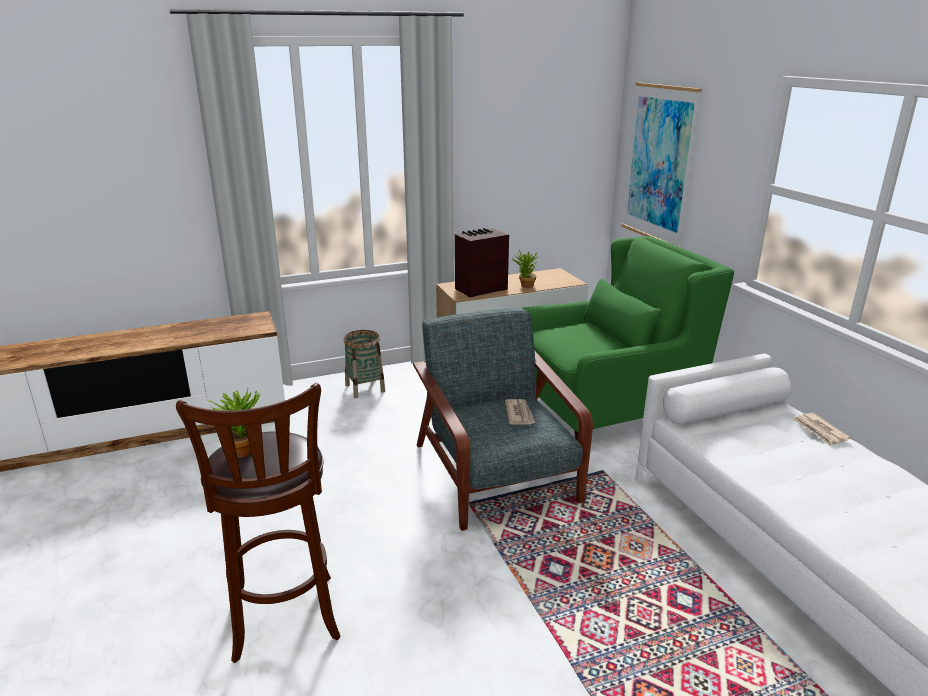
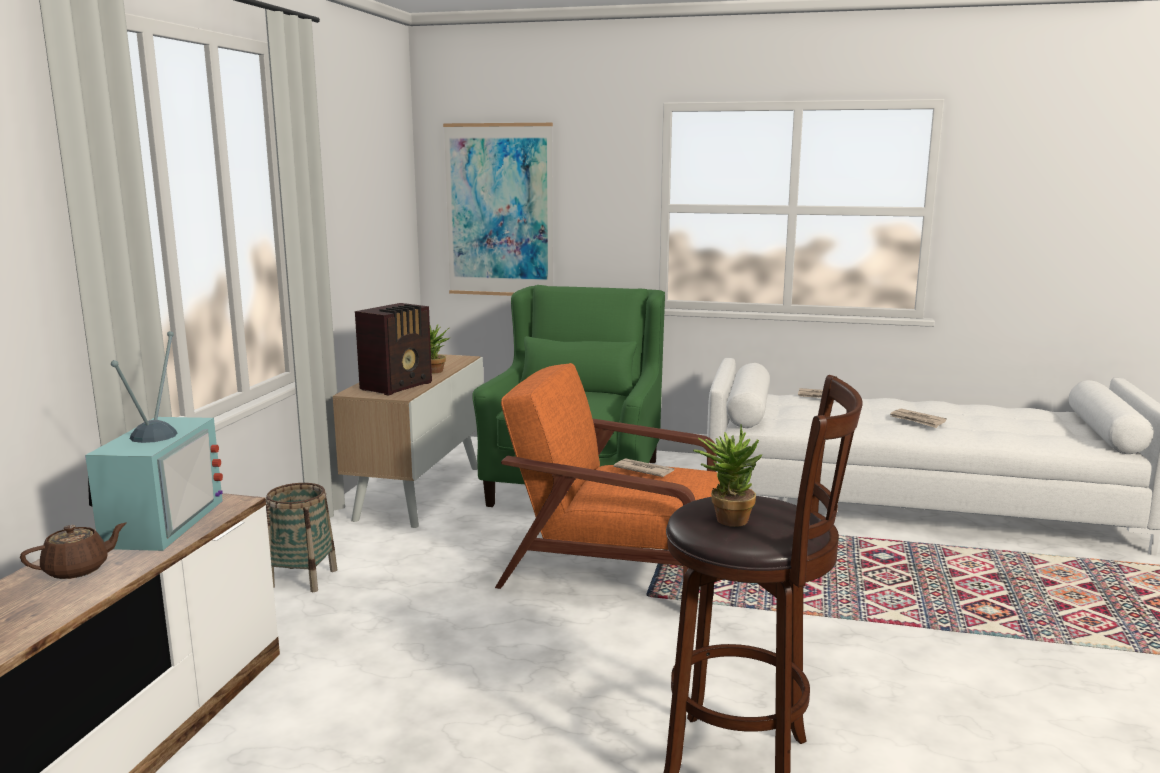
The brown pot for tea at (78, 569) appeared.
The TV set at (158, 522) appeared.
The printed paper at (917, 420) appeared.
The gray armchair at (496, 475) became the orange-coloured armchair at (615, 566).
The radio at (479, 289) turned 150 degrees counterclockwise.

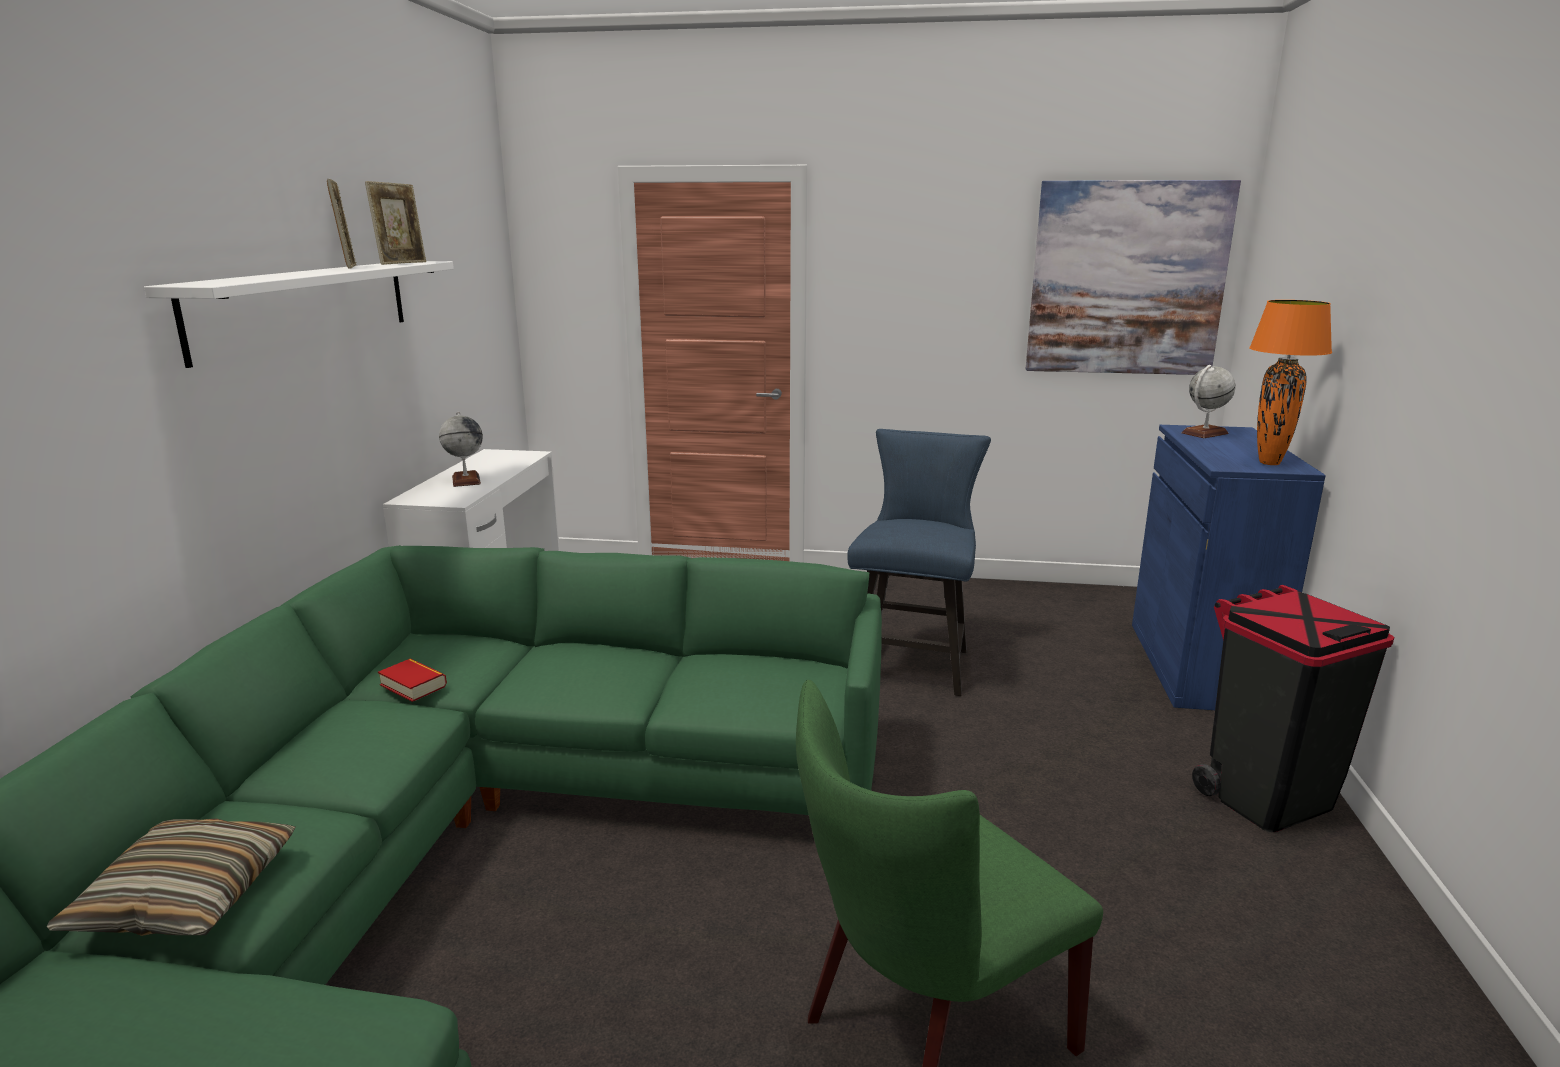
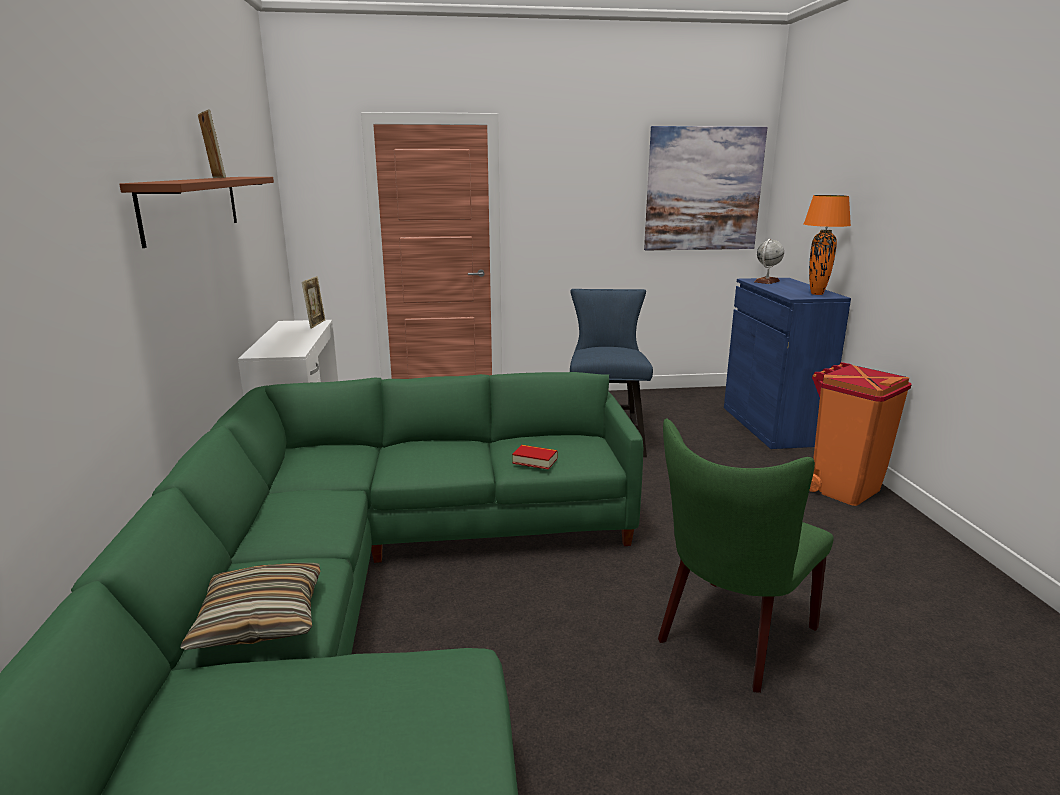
The globe at (466, 480) disappeared.
The standing frame moved from (402, 263) to (316, 324).
The volume moved from (413, 685) to (535, 461).
The white-coloured shelf at (306, 306) became the brown shelf at (193, 206).
The black-coloured waste bin at (1266, 797) became the orange-coloured waste bin at (843, 488).

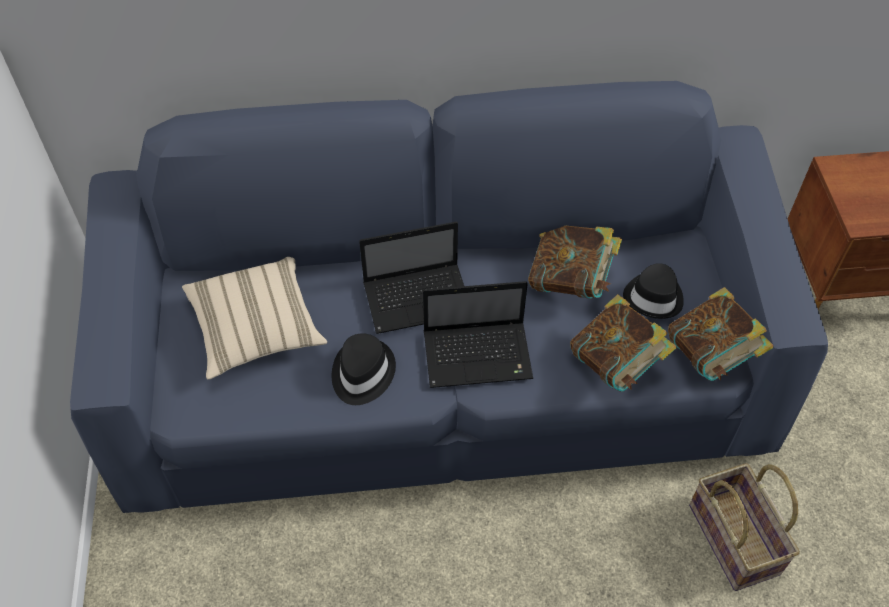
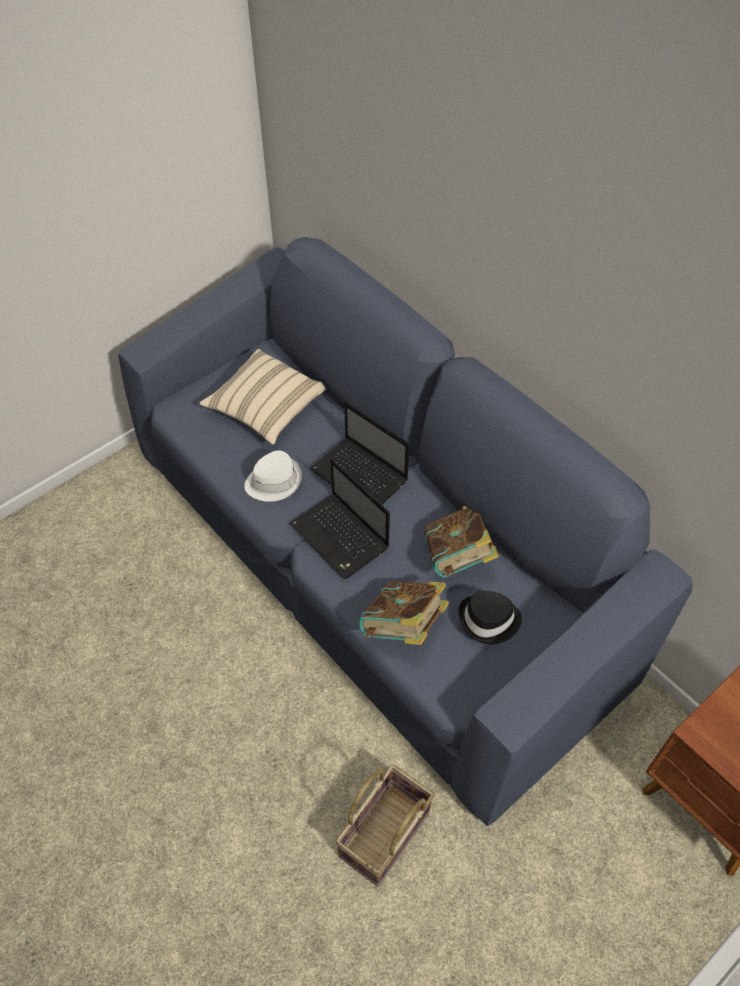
The volume at (711, 356) disappeared.
The black-coloured hat at (361, 373) became the white-coloured hat at (273, 481).

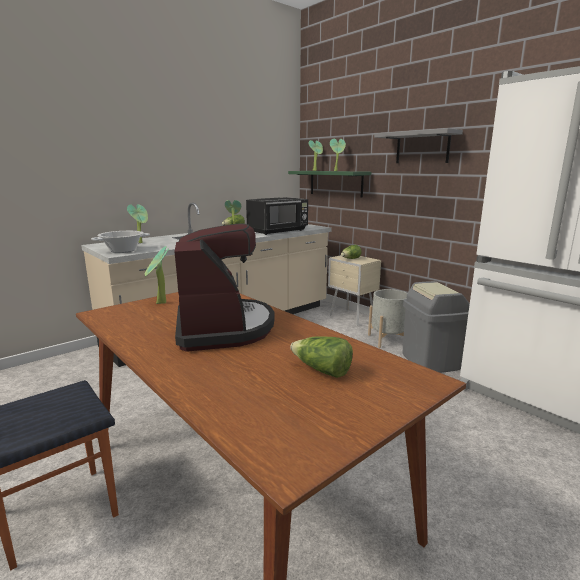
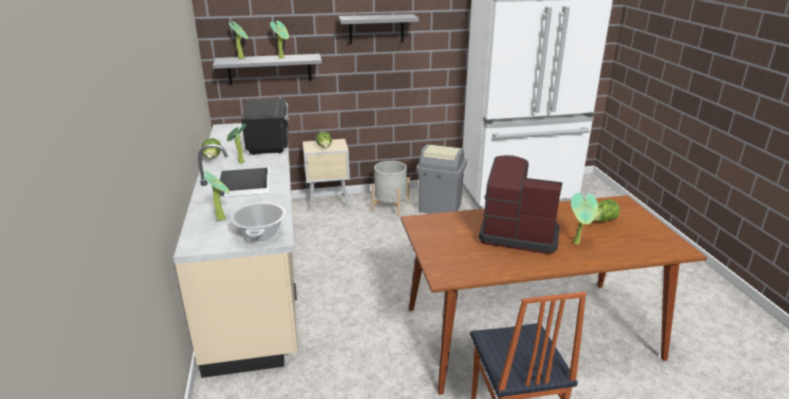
The houseplant moved from (160, 304) to (578, 243).
The green shelf at (335, 183) became the gray shelf at (269, 69).

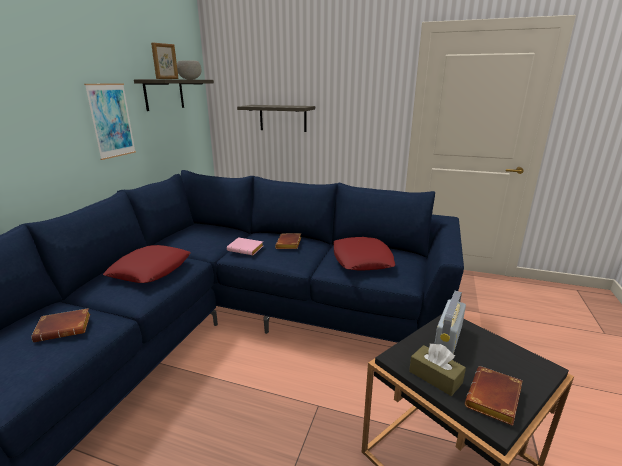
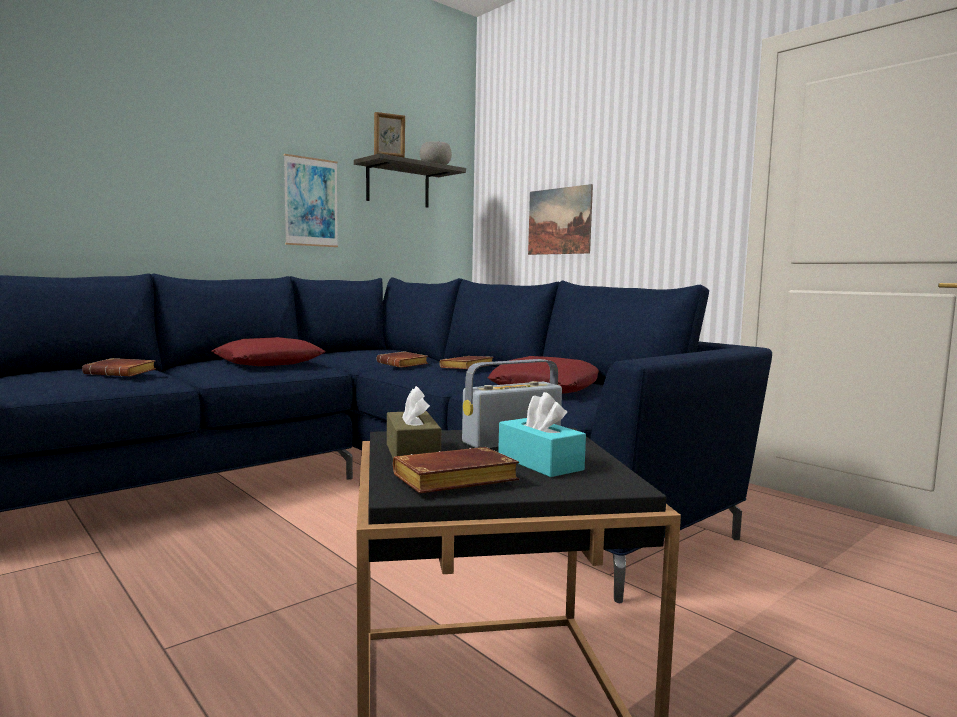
The turquoise tissue box at (540, 463) appeared.
The shelf at (283, 118) was replaced by the wall picture at (559, 221).
The pinkish volume at (246, 249) became the brown volume at (404, 365).

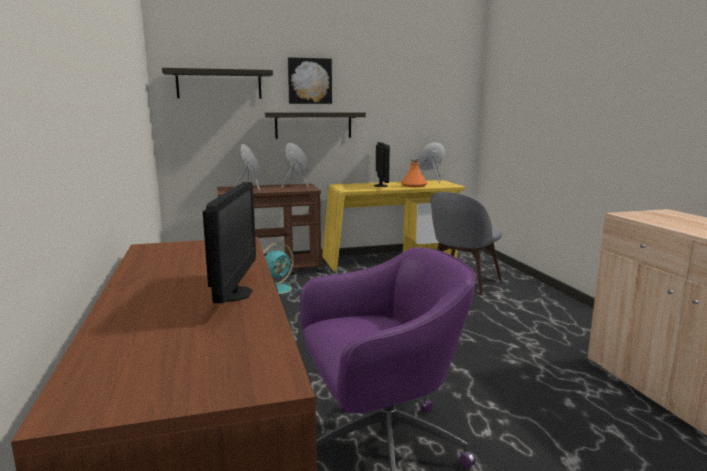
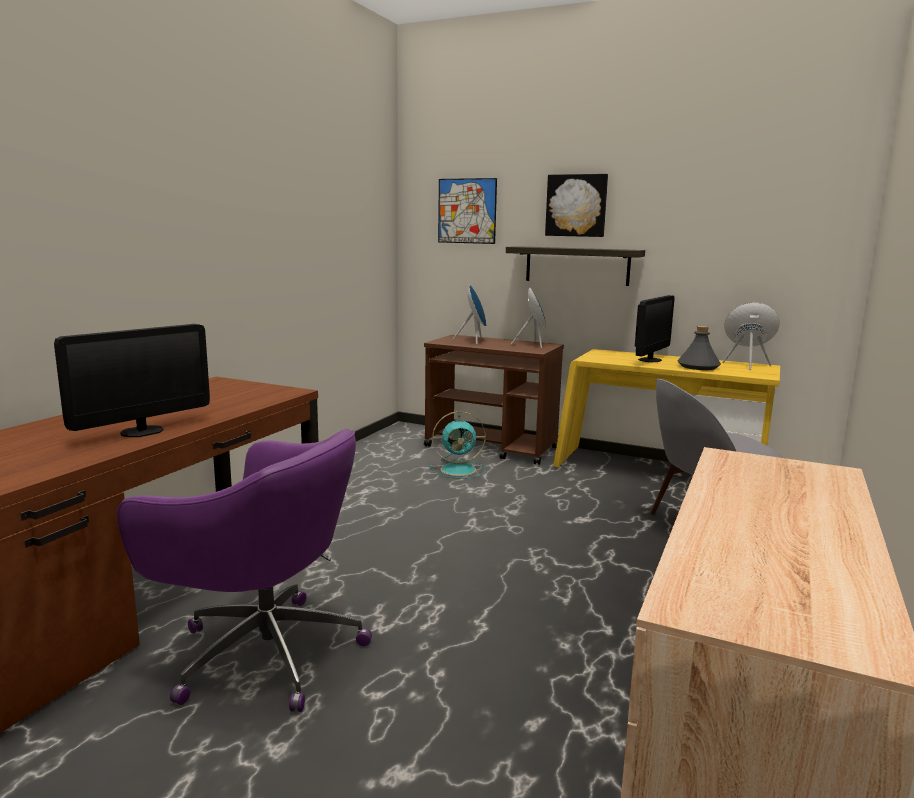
The shelf at (219, 84) was replaced by the wall picture at (467, 211).
The orange-coloured drink bottle at (413, 185) became the gray drink bottle at (698, 367).

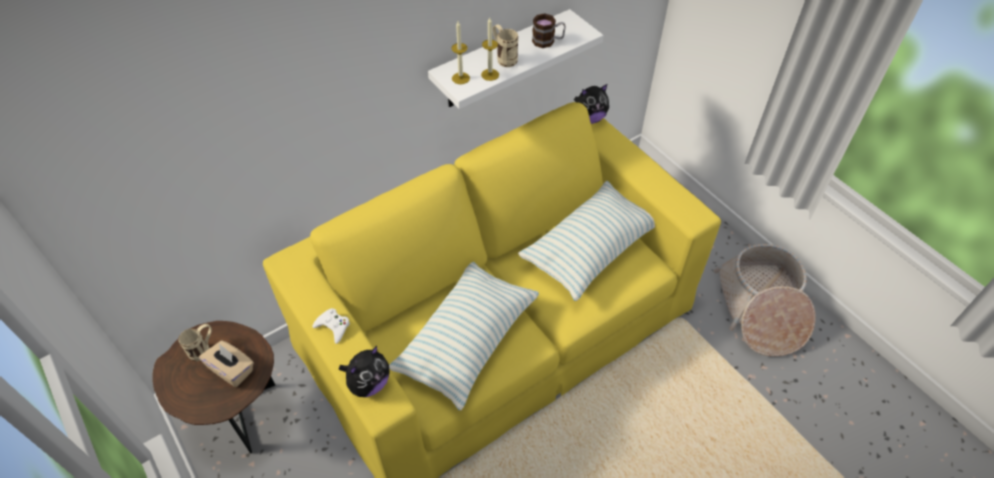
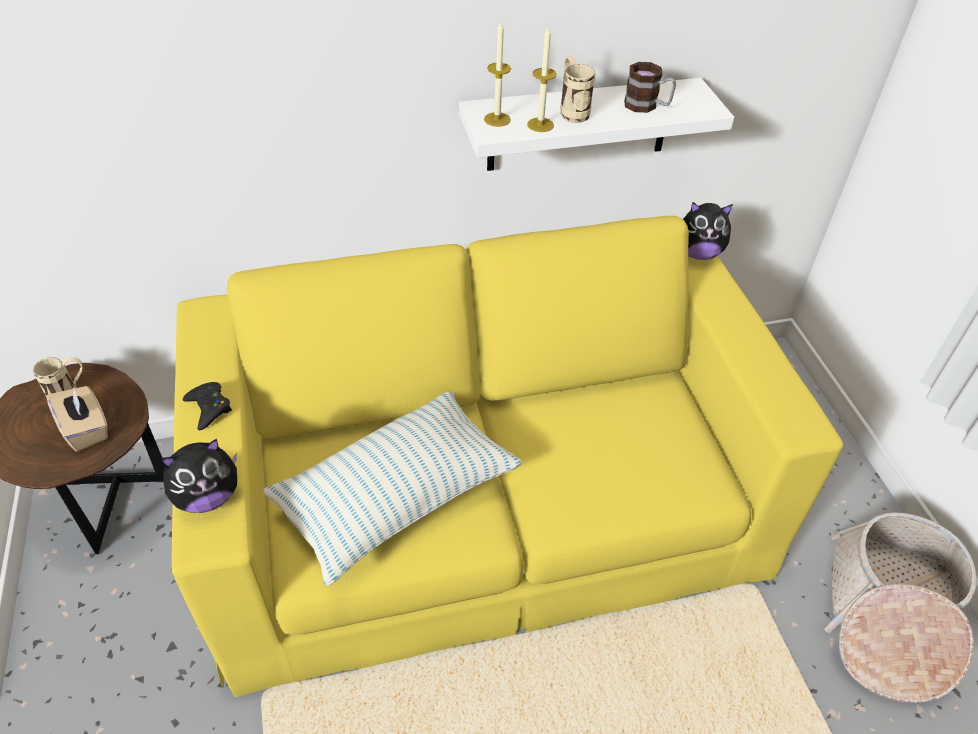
The pillow at (590, 249) disappeared.
The white-coloured joypad at (333, 327) became the black-coloured joypad at (209, 408).

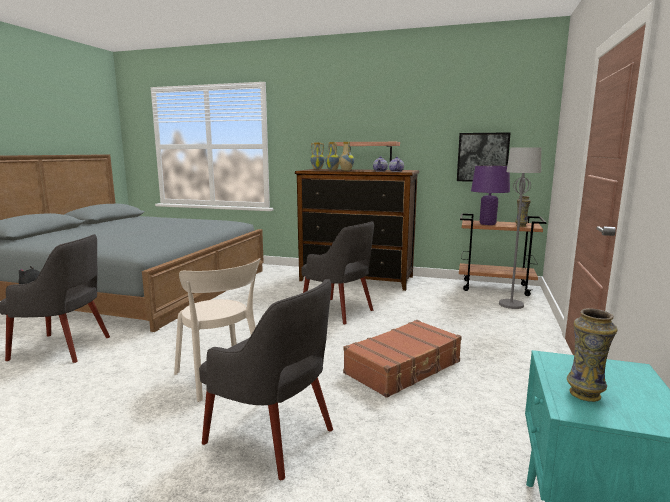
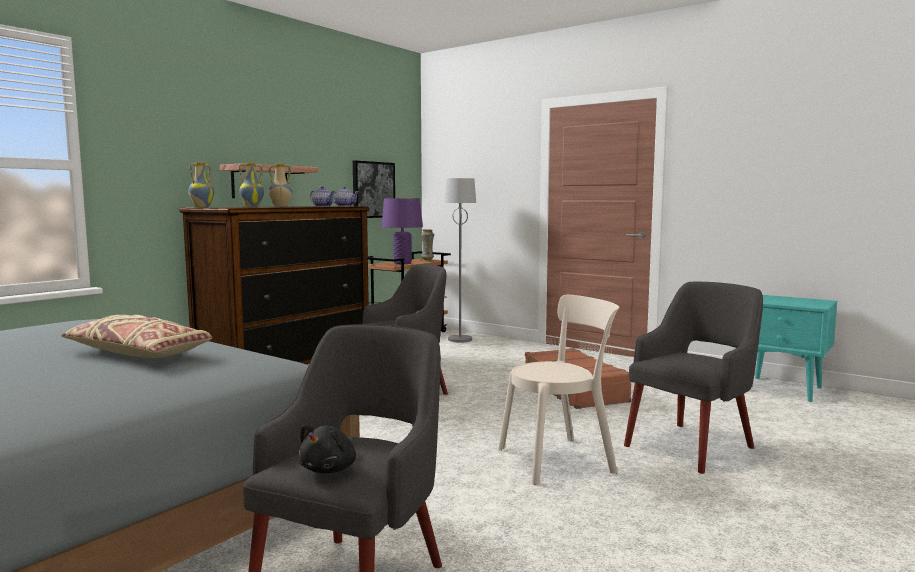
The flower vase at (585, 394) disappeared.
The beige pillow at (138, 354) appeared.

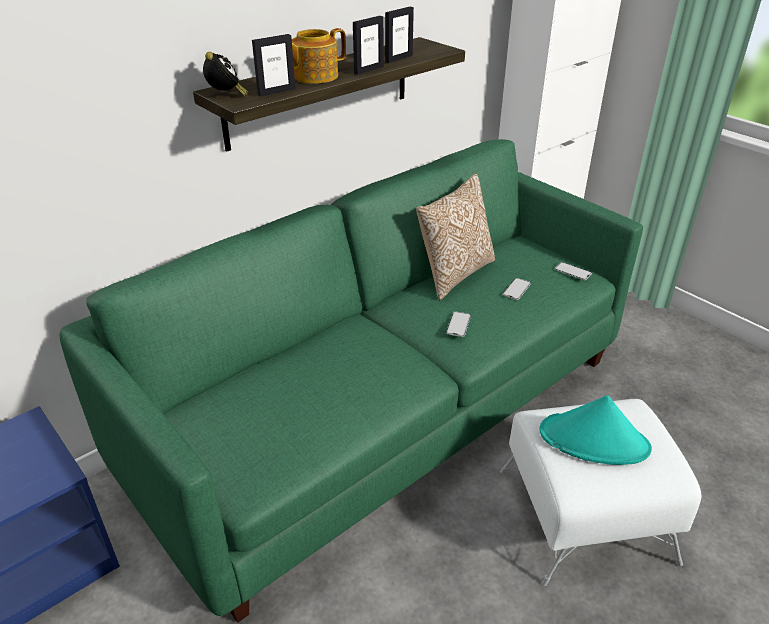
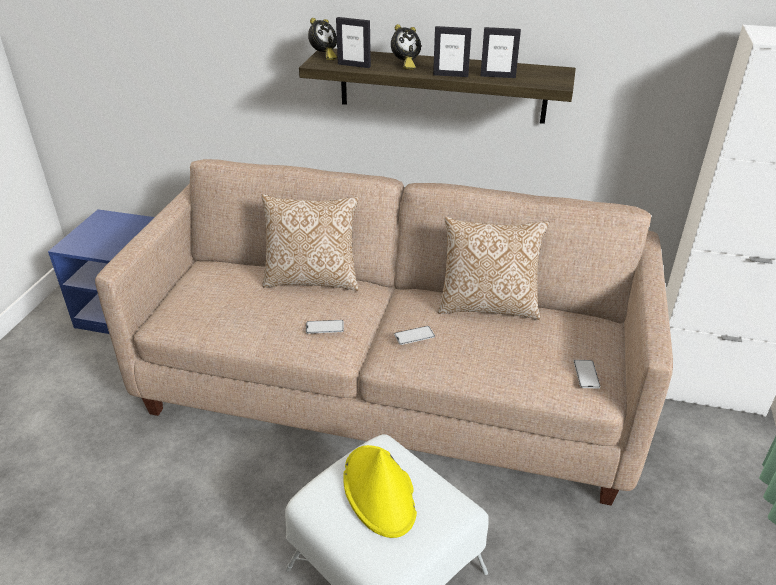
The pillow at (312, 279) appeared.
The phone moved from (516, 289) to (324, 327).
The pot for tea at (314, 76) was replaced by the table clock at (405, 65).
The green settee at (384, 412) became the beige settee at (389, 388).
The turquoise hat at (594, 440) became the yellowish hat at (379, 491).

